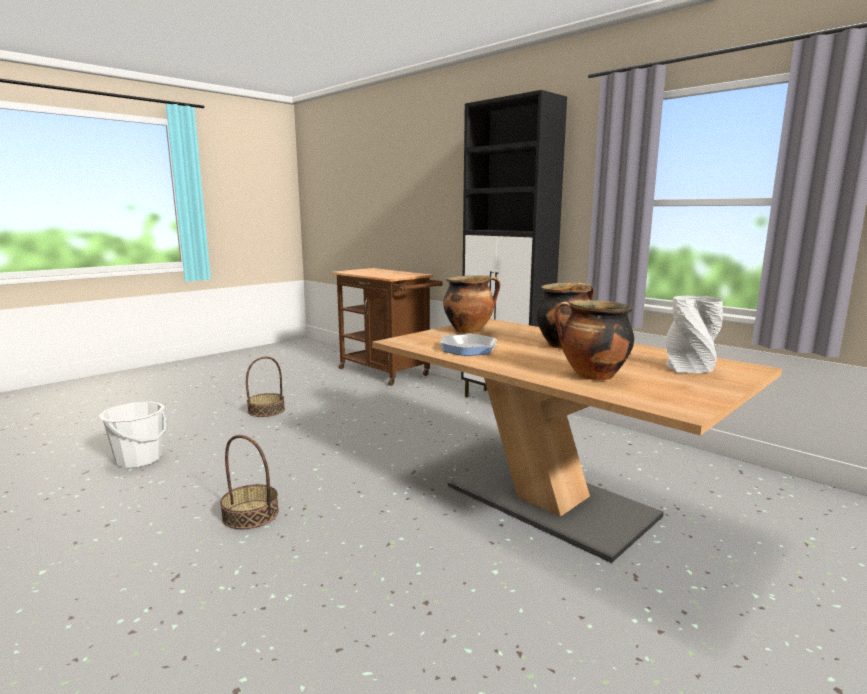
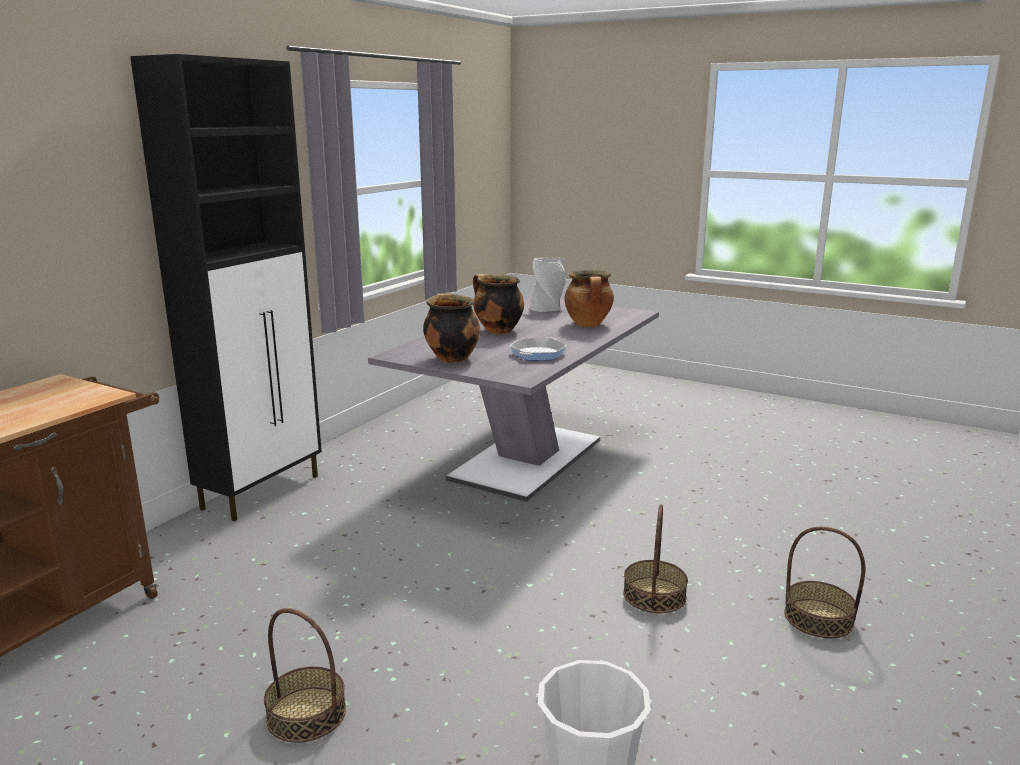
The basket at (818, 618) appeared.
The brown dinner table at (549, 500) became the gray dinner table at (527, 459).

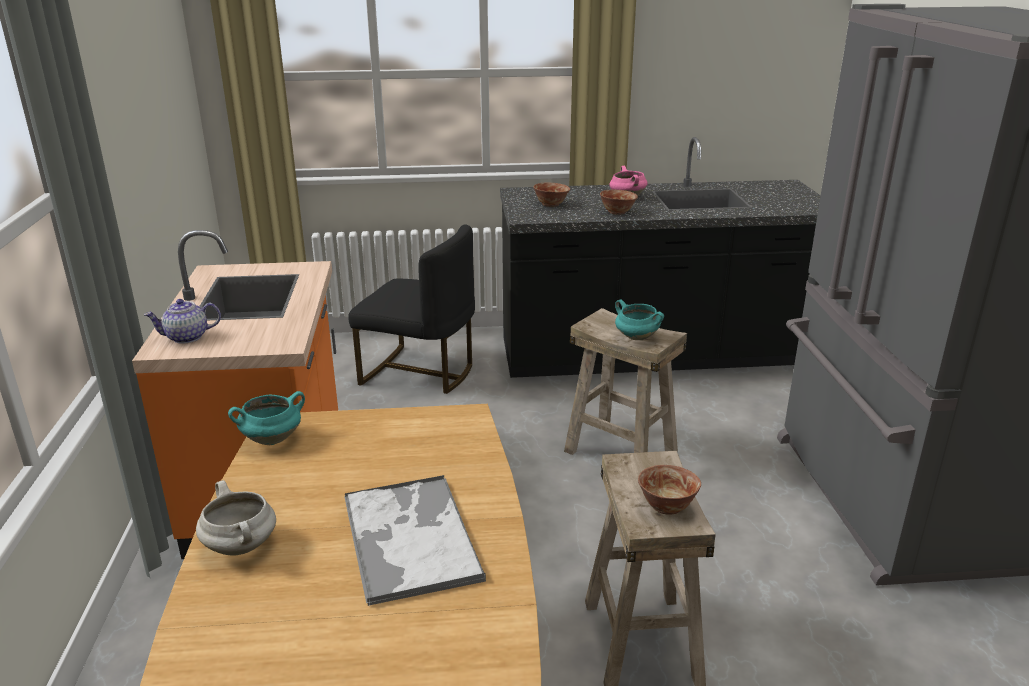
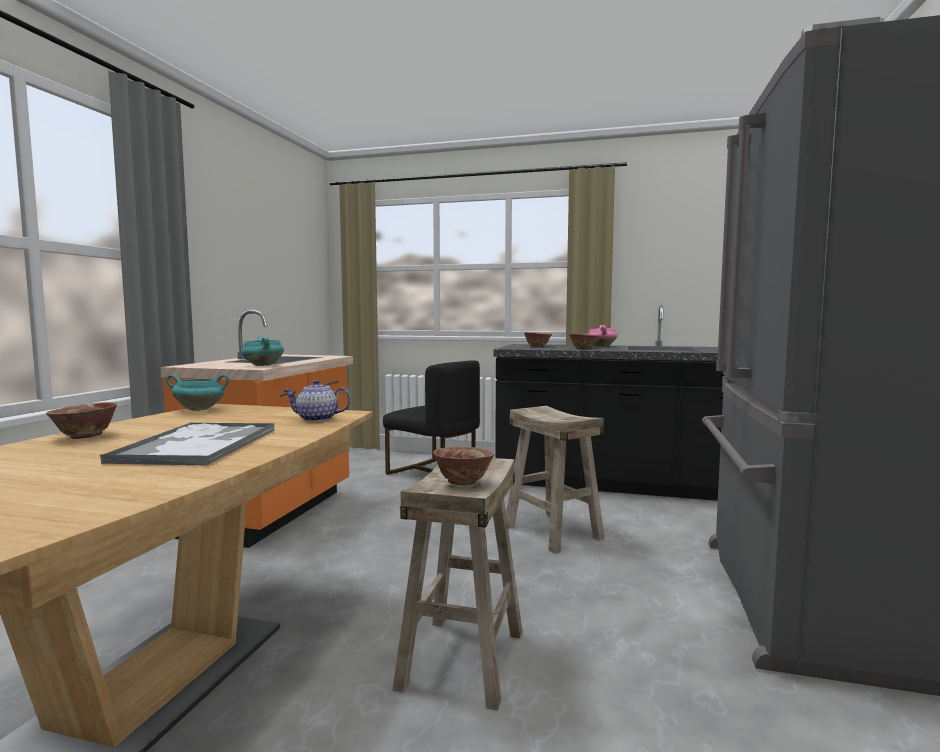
The pot for tea moved from (186, 337) to (317, 419).
The turquoise saucepot moved from (636, 337) to (262, 366).
The white-coloured saucepot at (242, 546) was replaced by the deep dish at (85, 436).

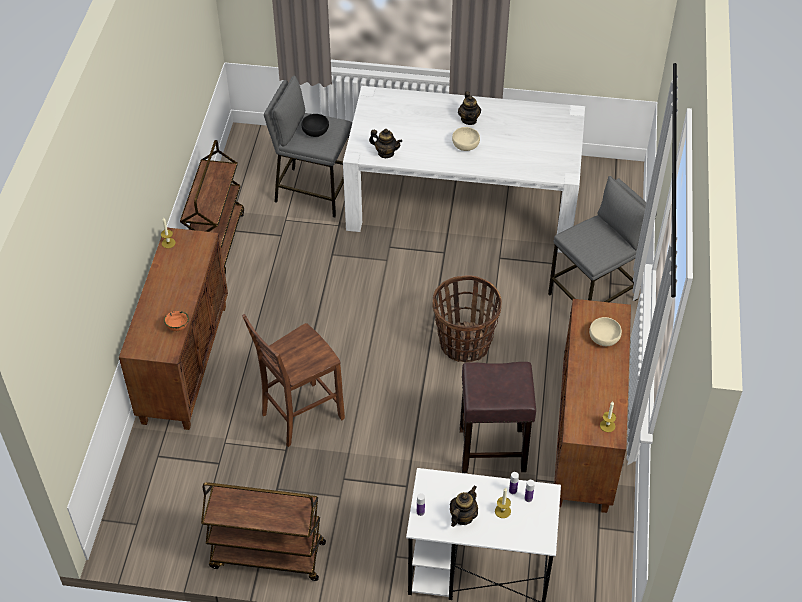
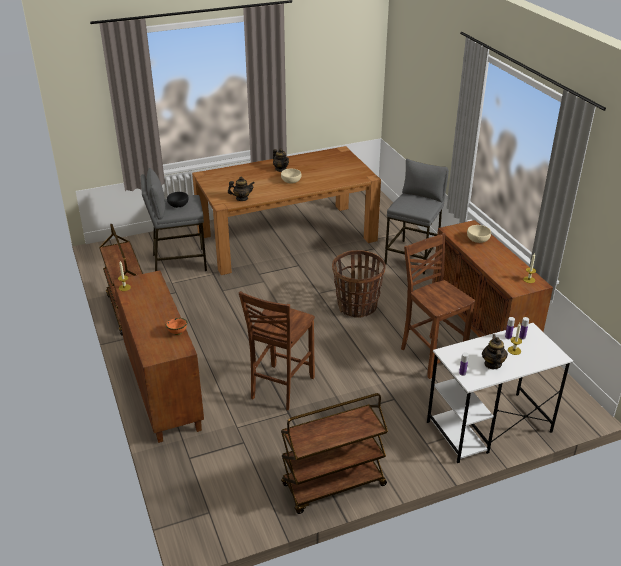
The brown stool seat at (493, 450) was replaced by the brown chair at (431, 355).
The white-coloured dinner table at (462, 202) became the brown dinner table at (287, 237).

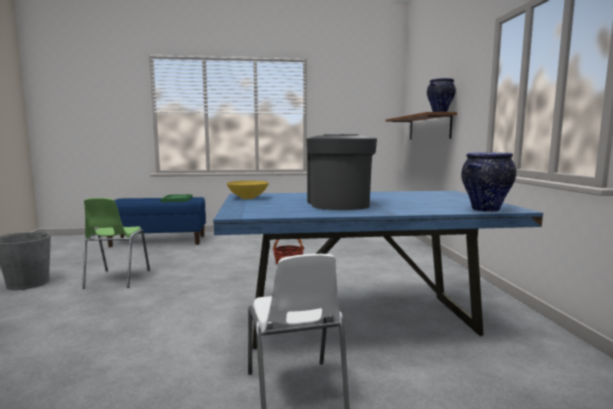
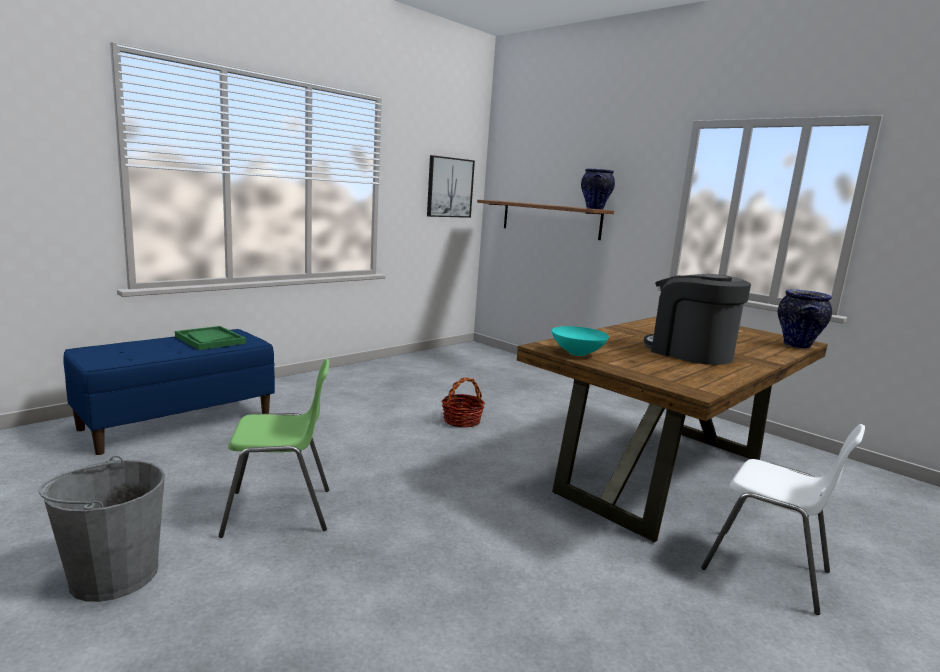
The wall picture at (449, 187) appeared.
The blue-coloured dinner table at (358, 321) became the brown dinner table at (664, 476).
The yellowish deep dish at (248, 198) became the turquoise deep dish at (578, 353).
The green chair at (116, 279) turned 60 degrees counterclockwise.

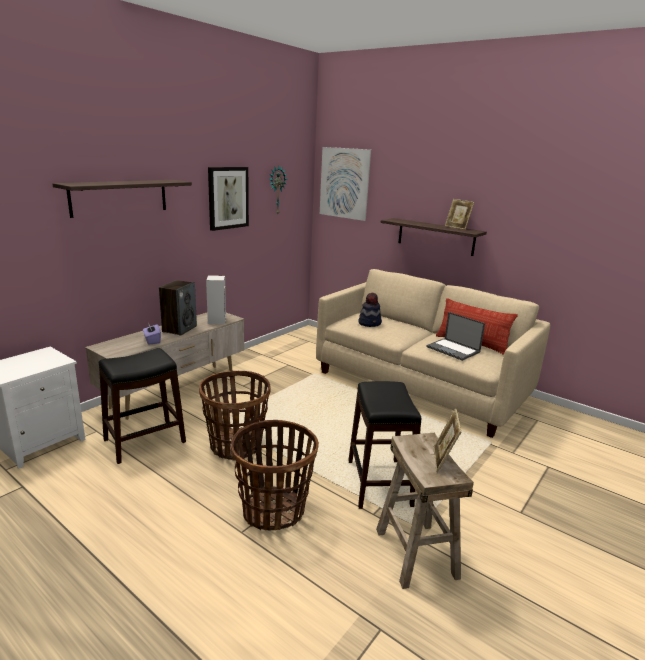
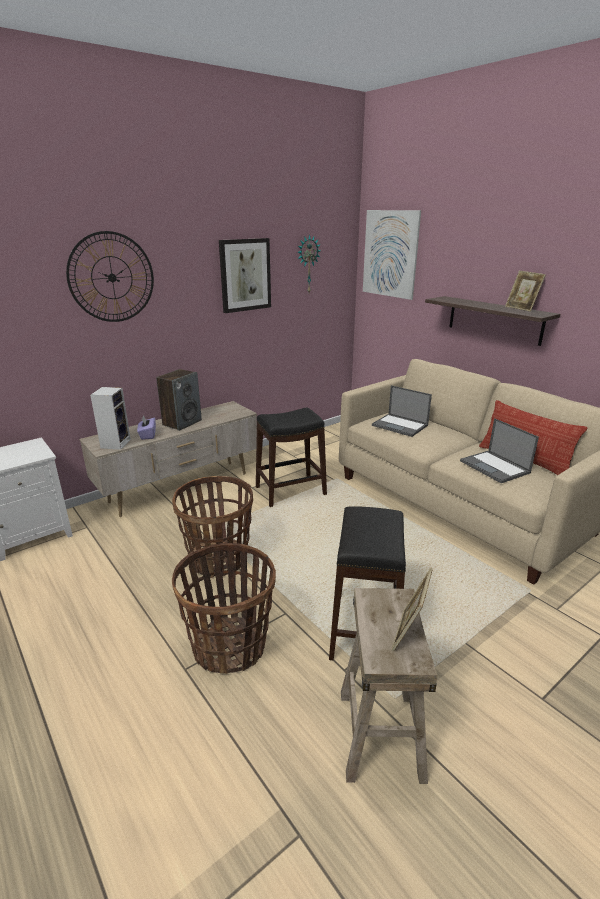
The black-coloured stool seat moved from (144, 441) to (290, 490).
The audio speaker moved from (216, 320) to (115, 443).
The shelf at (119, 197) was replaced by the hanging clock at (112, 277).
The hat at (370, 323) was replaced by the portable computer at (400, 425).

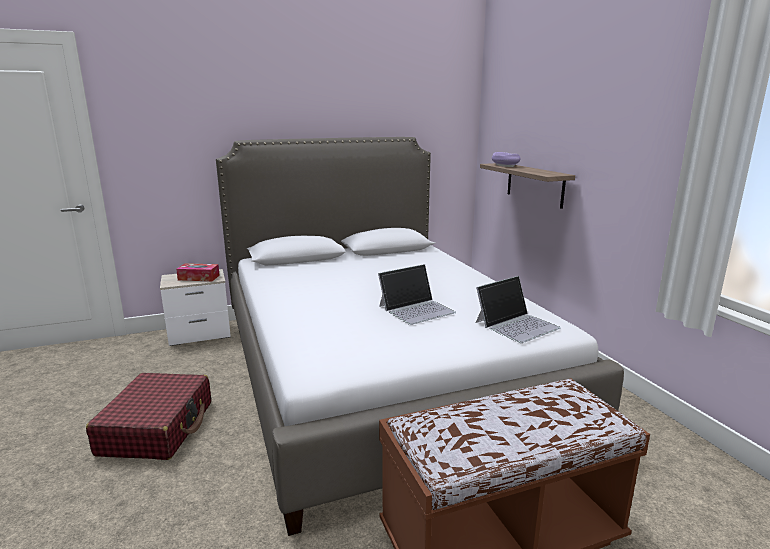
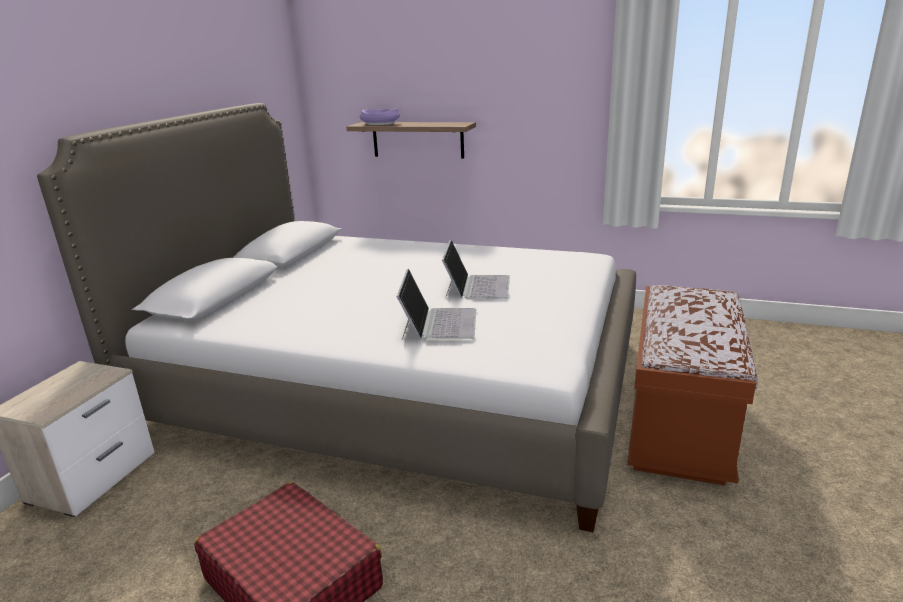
The tissue box at (199, 278) disappeared.
The portable computer moved from (517, 324) to (438, 323).

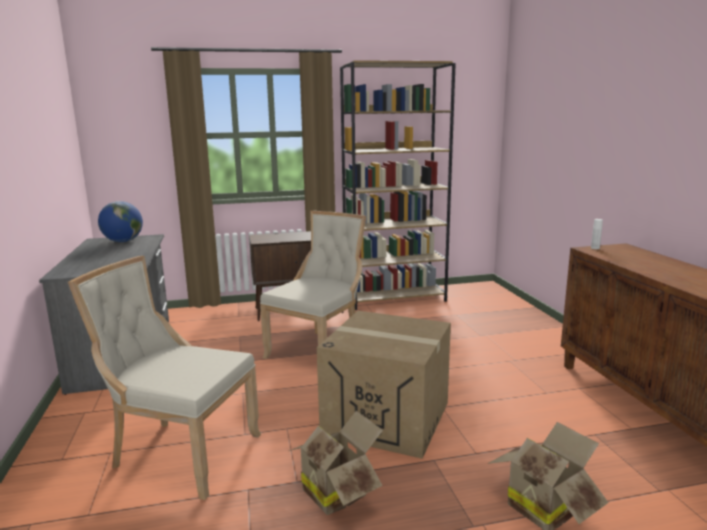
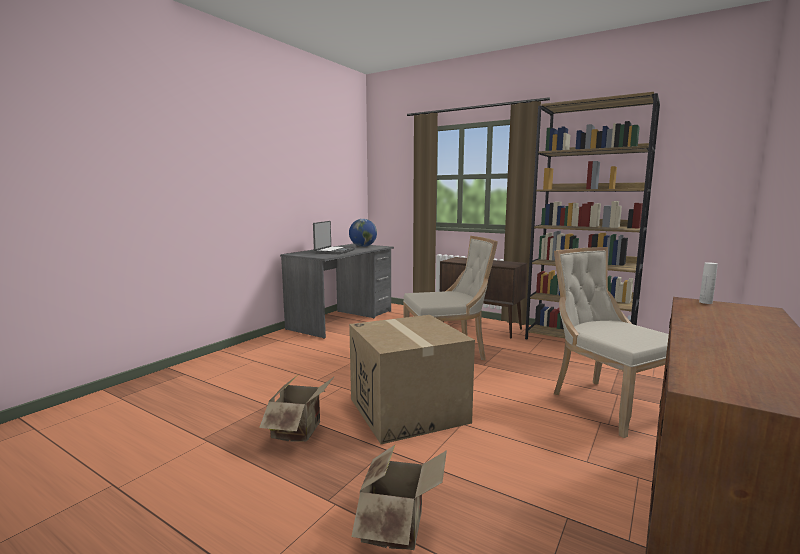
The portable computer at (334, 251) appeared.
The beige chair moved from (181, 453) to (606, 403).

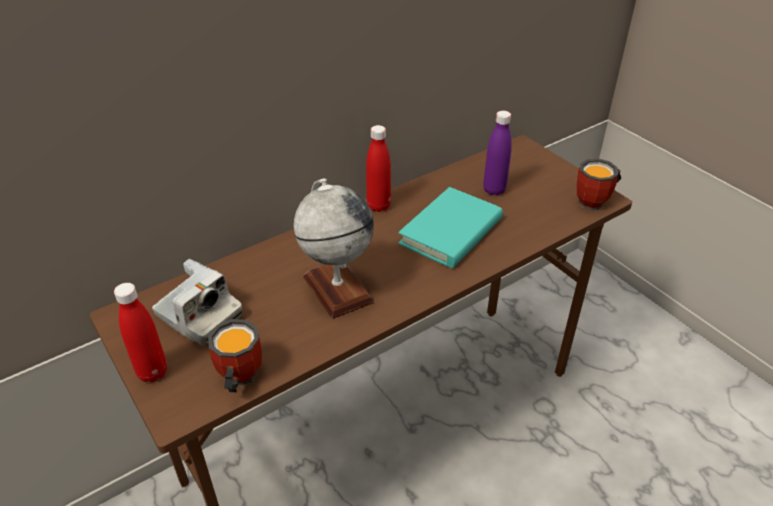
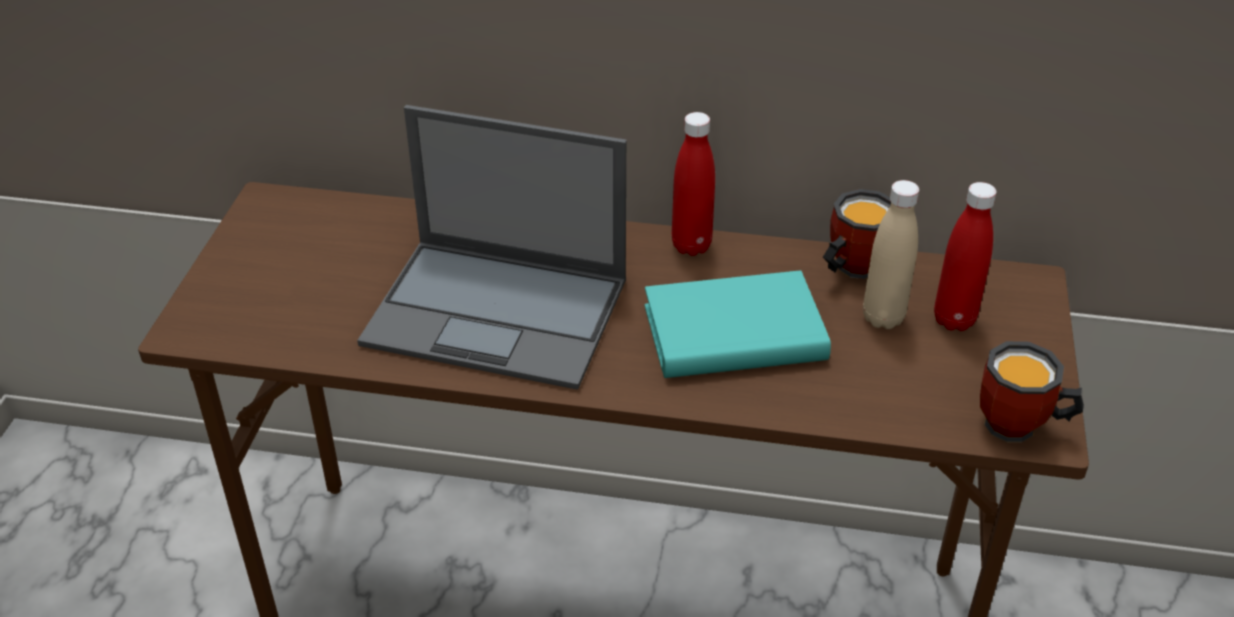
The still camera at (198, 316) disappeared.
The red drink bottle moved from (152, 372) to (954, 320).
The tea mug moved from (237, 378) to (849, 267).
The globe at (337, 289) was replaced by the portable computer at (499, 312).
The purplish drink bottle at (494, 190) became the beige drink bottle at (883, 318).

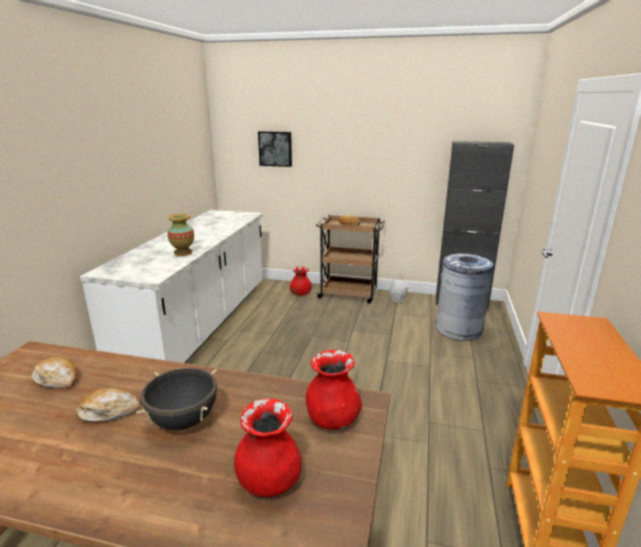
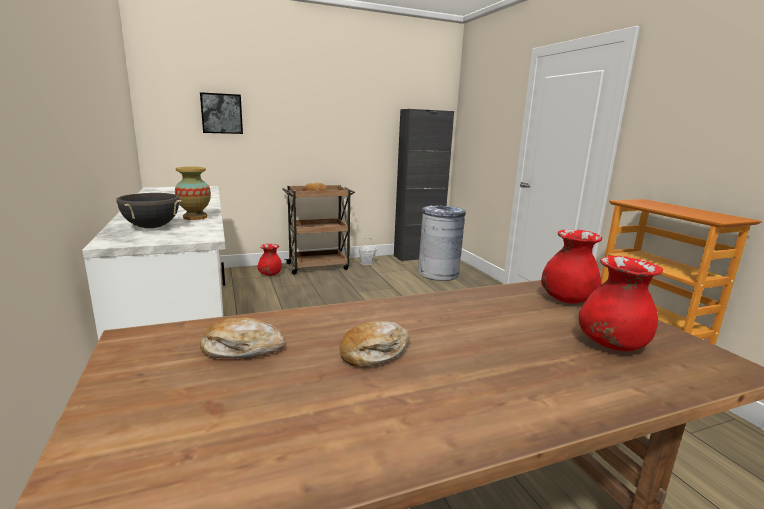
The black-coloured saucepot moved from (184, 421) to (152, 227).

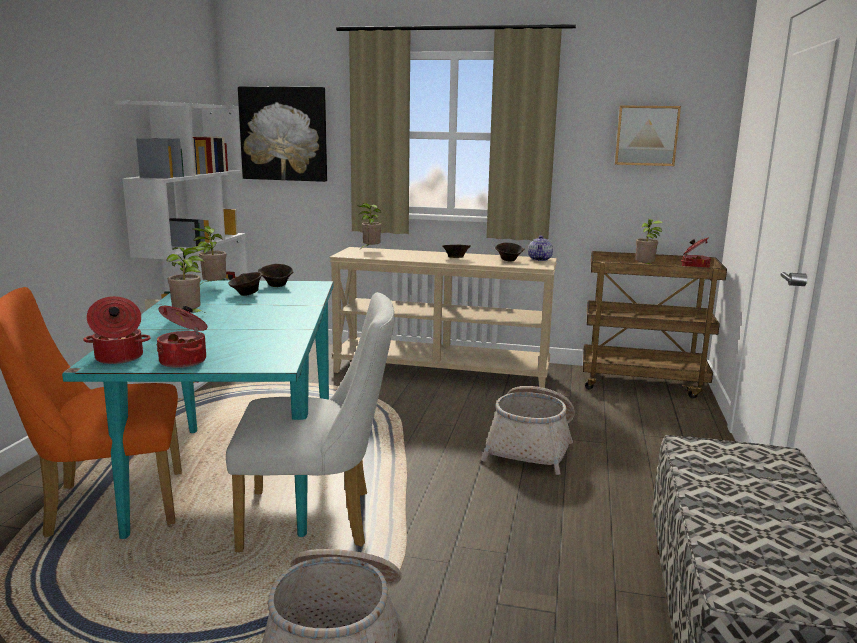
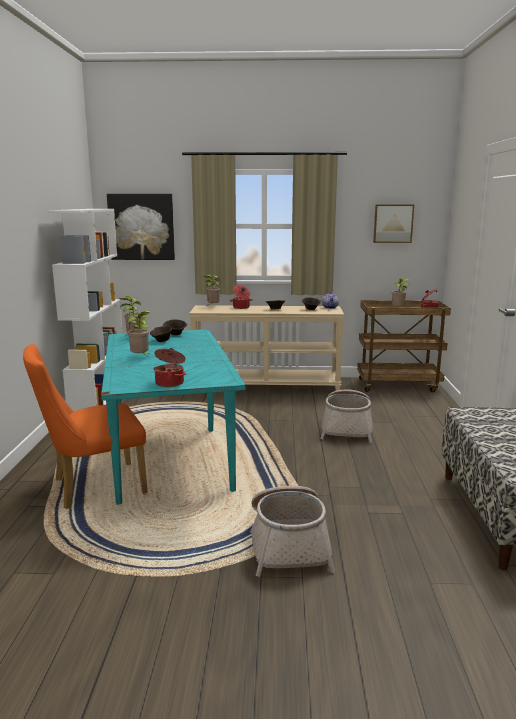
The white-coloured chair at (318, 519) disappeared.
The saucepot moved from (118, 358) to (241, 307).

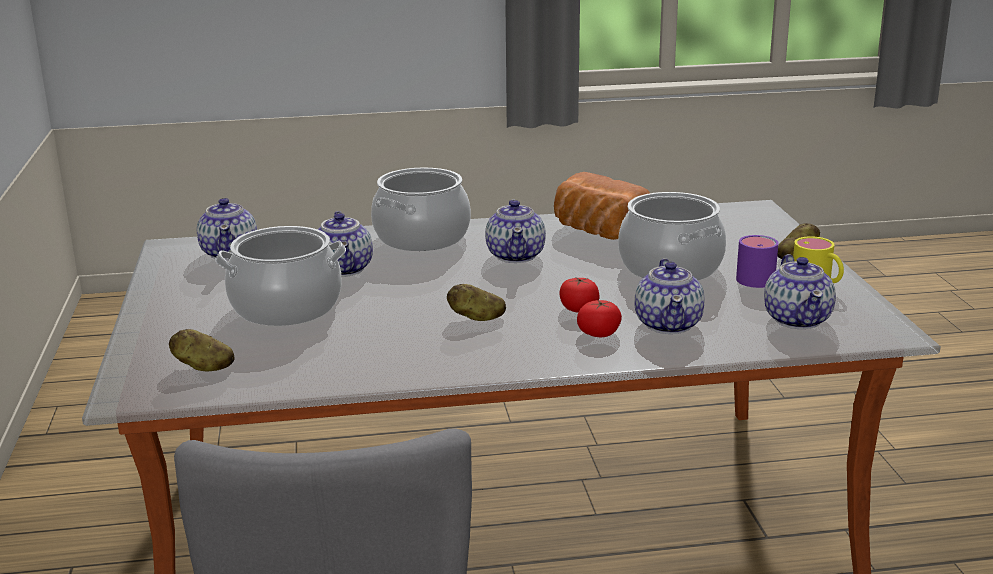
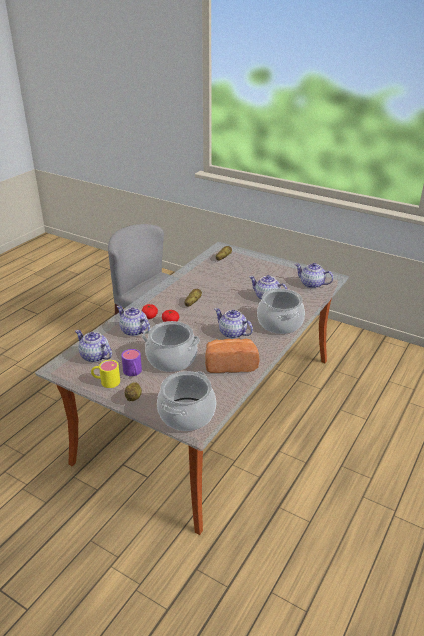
The saucepot moved from (286, 308) to (186, 414).

